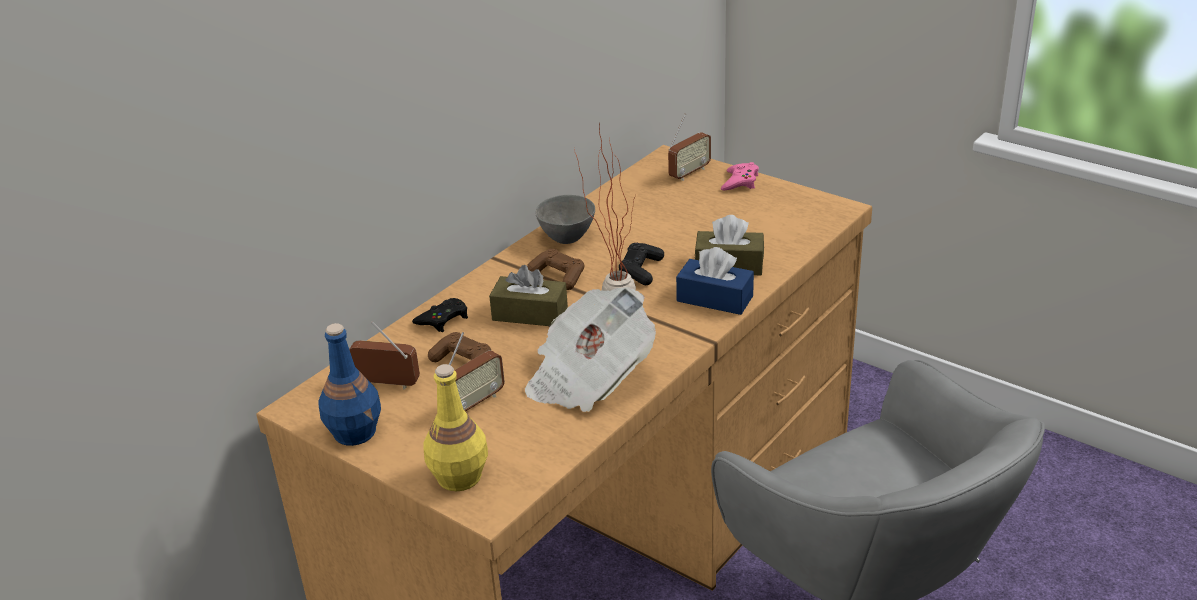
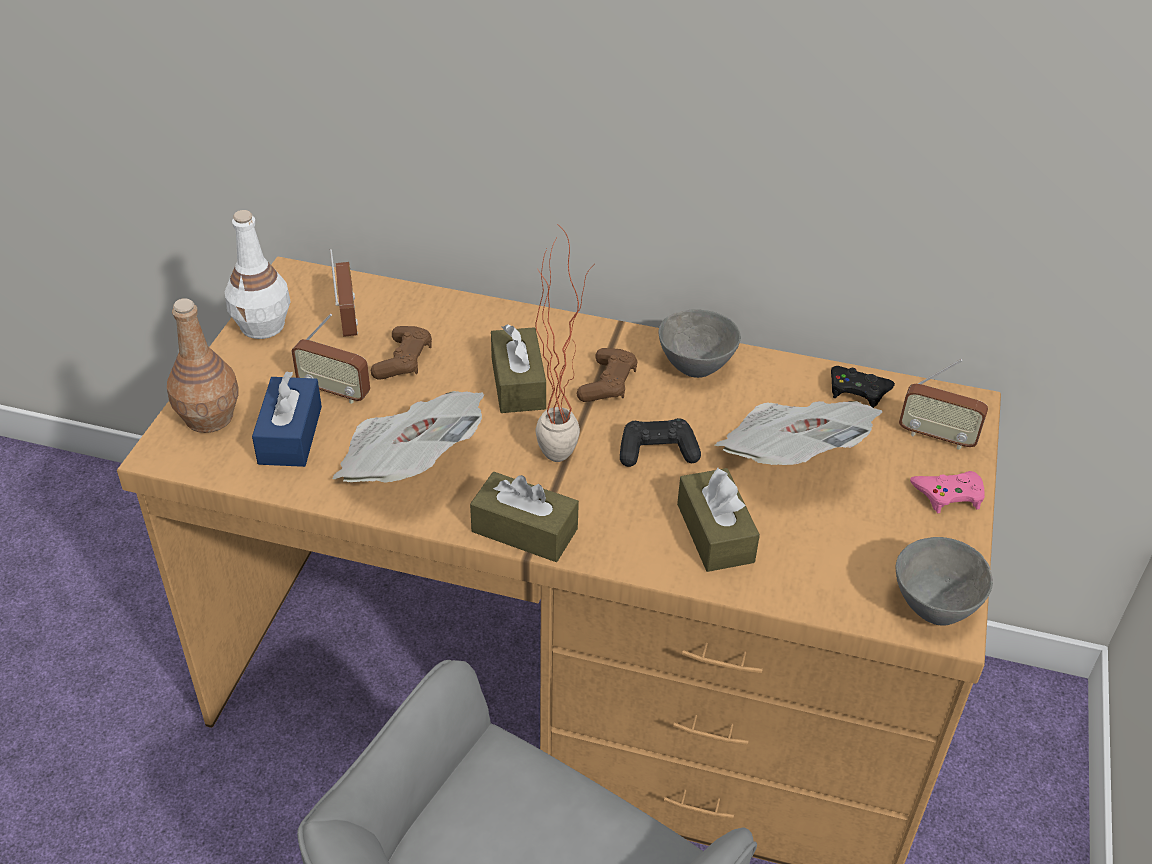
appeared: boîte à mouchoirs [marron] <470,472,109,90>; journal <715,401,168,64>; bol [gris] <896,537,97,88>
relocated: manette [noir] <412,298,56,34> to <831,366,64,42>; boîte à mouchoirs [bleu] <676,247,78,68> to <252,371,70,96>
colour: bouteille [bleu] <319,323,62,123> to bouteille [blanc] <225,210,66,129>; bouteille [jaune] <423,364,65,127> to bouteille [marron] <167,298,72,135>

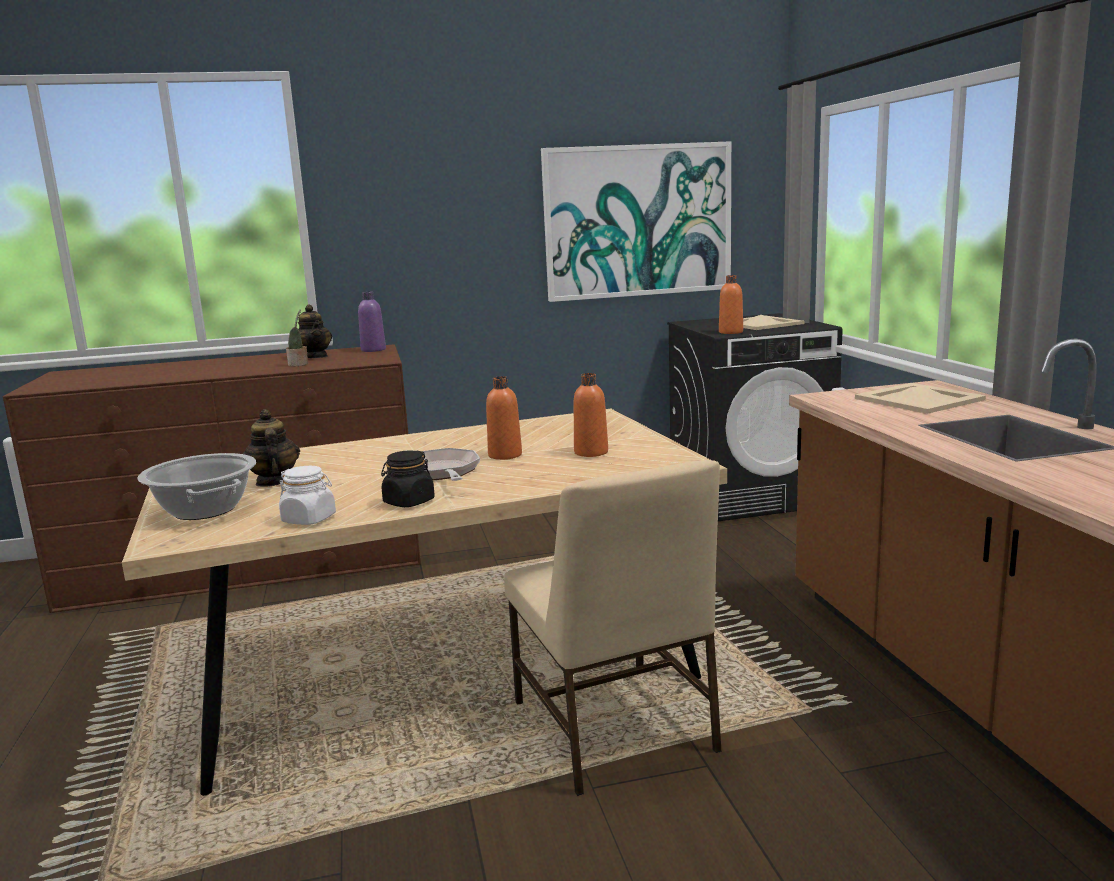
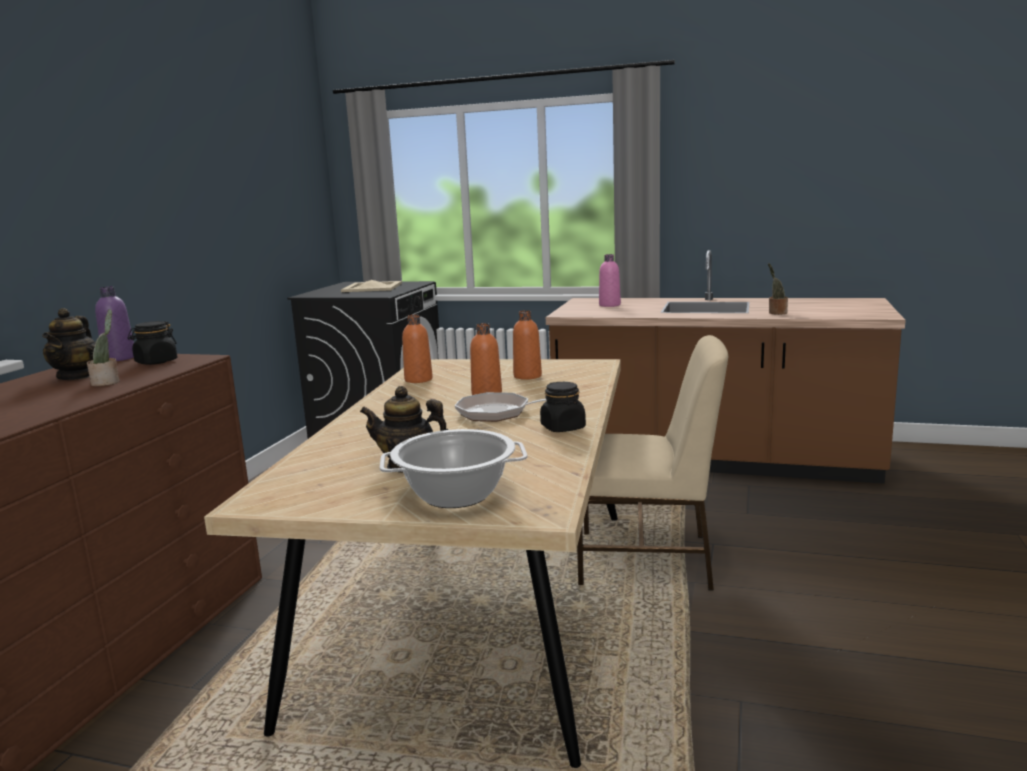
missing: bocal [blanc] <279,466,57,59>; tableau <541,141,190,161>
appeared: bocal [noir] <128,321,49,44>; plante en pot <768,263,20,52>
relocated: bouteille [orange] <719,275,24,59> to <402,315,31,68>
exchanged: plateau [beige] <855,383,131,31> to bouteille [rose] <599,254,22,53>
spun: théière <298,304,34,54> = <42,308,53,72> 90 degrees clockwise

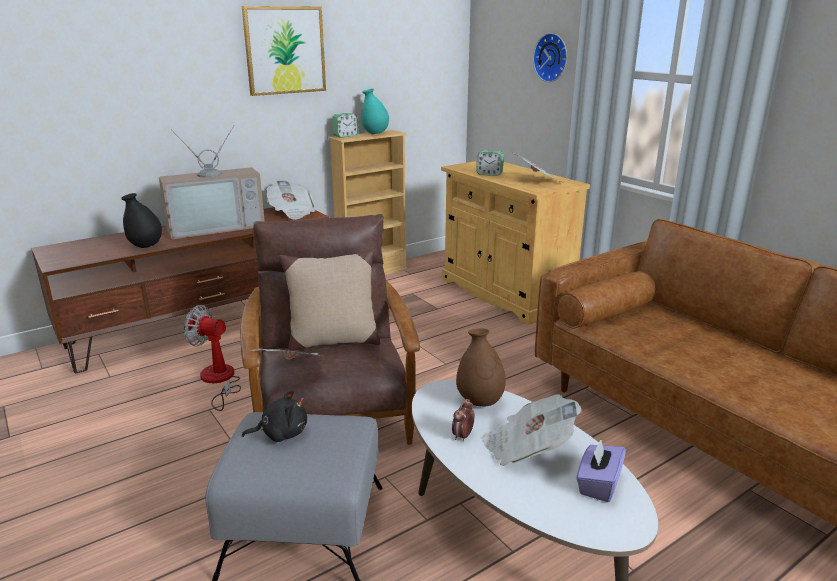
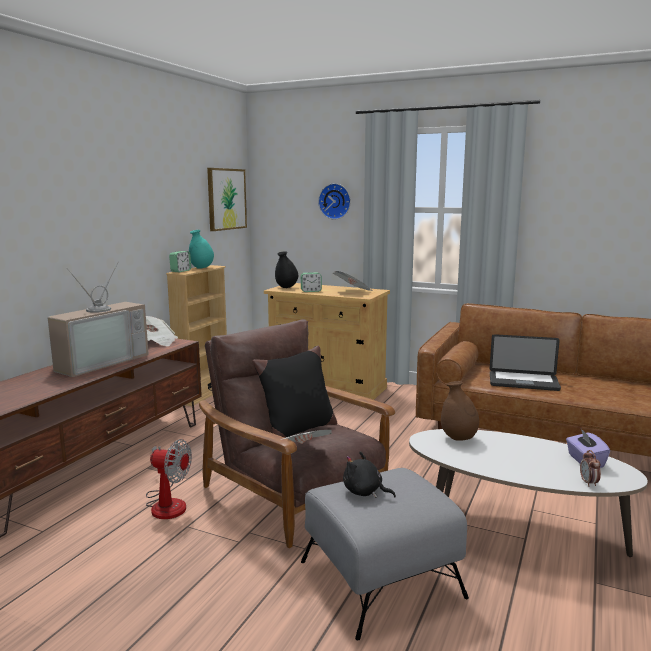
missing: journal <482,395,100,71>
appeared: ordinateur portable <490,334,71,57>
relocated: vase [noir] <121,193,41,55> to <275,251,23,37>; tableau <242,6,84,90> to <207,168,40,63>; réveil <452,399,23,42> to <580,450,21,37>
colour: coussin [beige] <279,249,101,102> to coussin [noir] <252,346,85,92>
spun: ventilateur <184,305,57,106> = <146,439,46,80> 150 degrees counterclockwise; peluche [noir] <242,390,65,52> = <343,451,53,47> 105 degrees counterclockwise

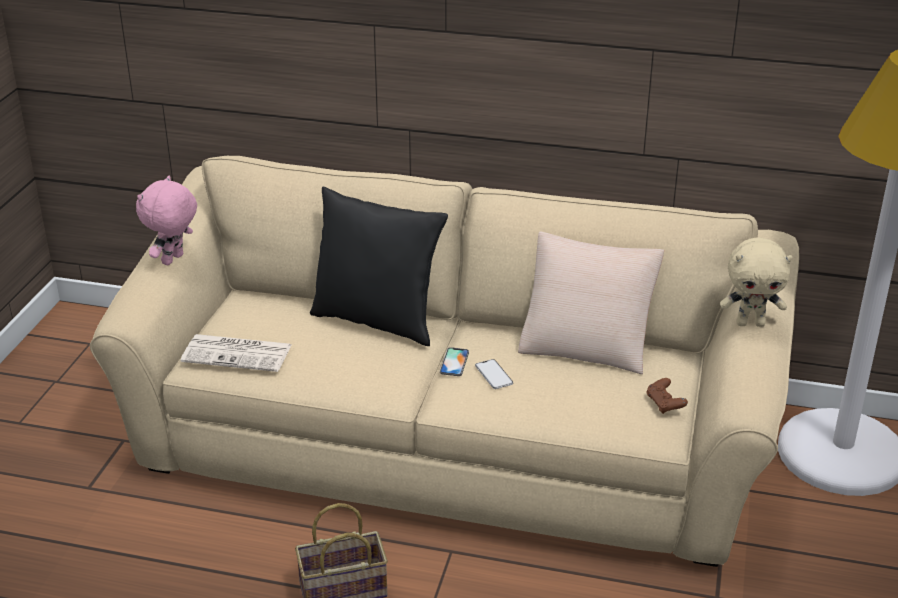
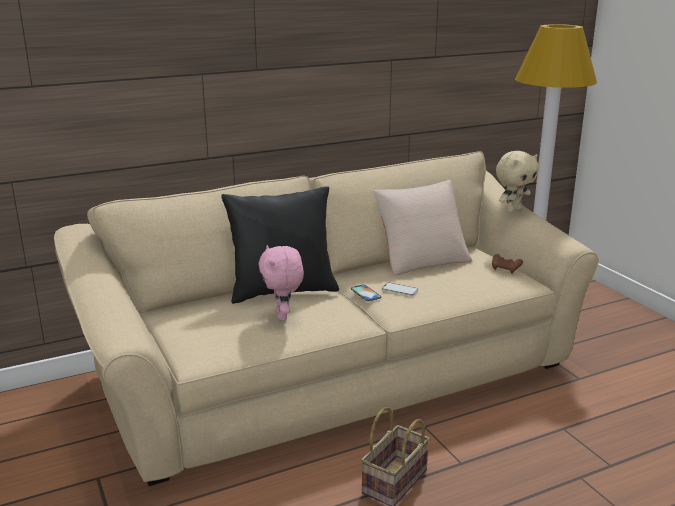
missing: journal <181,334,110,38>
relocated: peluche [rose] <136,176,61,89> to <259,245,45,76>

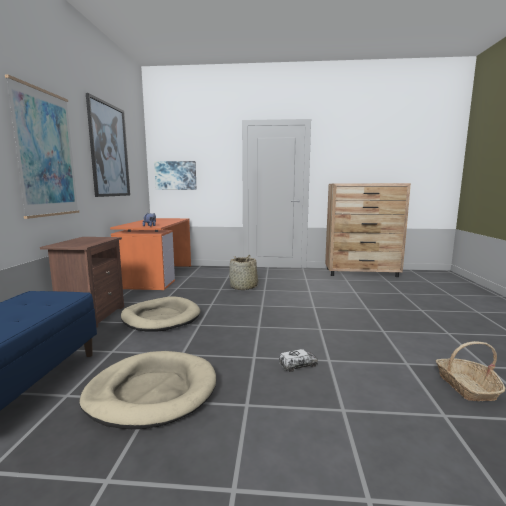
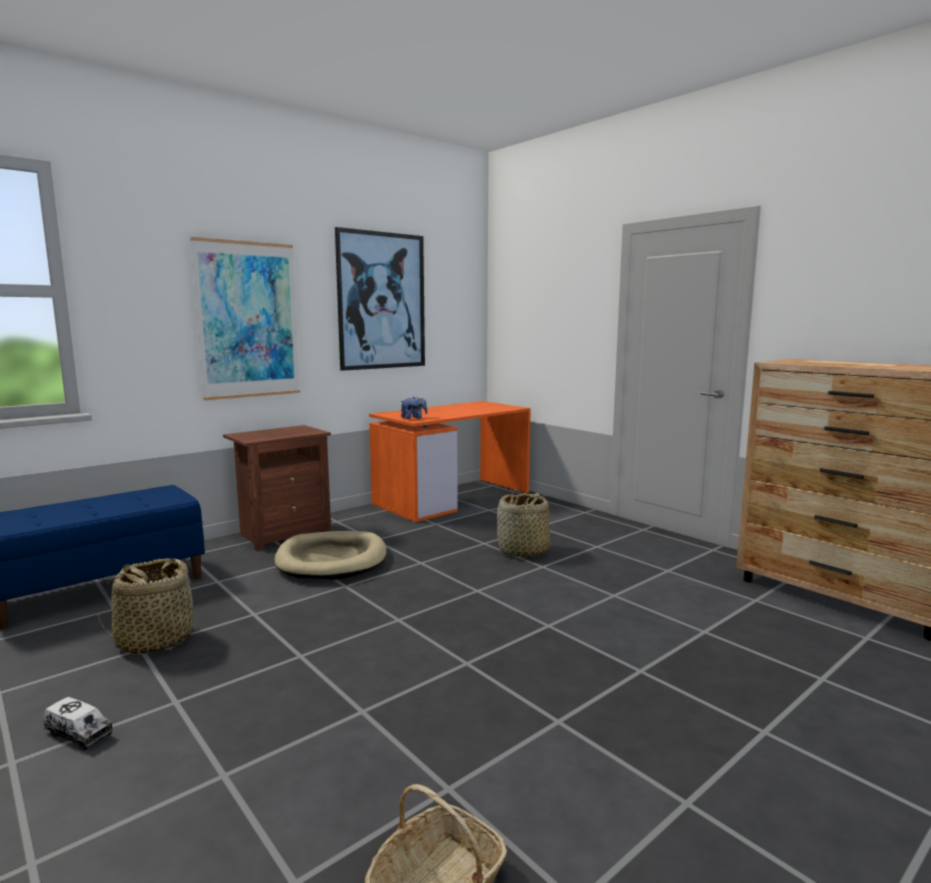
missing: tableau <154,161,42,29>
relocated: camion jouet <279,349,39,23> to <43,697,70,54>
exchanged: panier pour chien [beige] <79,351,137,78> to panier <98,558,103,96>

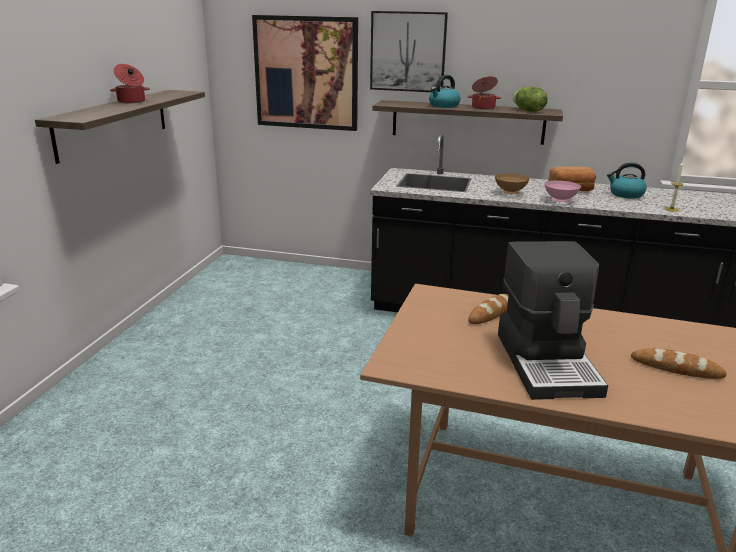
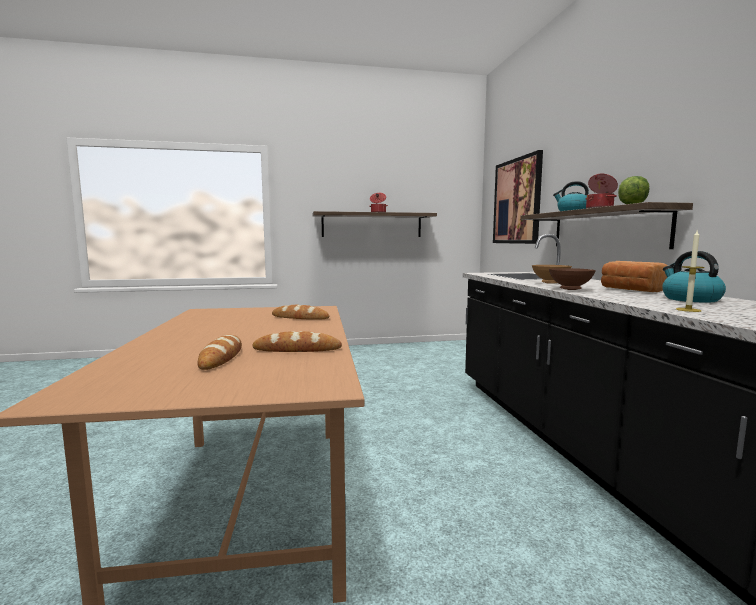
missing: tableau <370,11,78,81>; machine à café <498,241,110,159>
appeared: pain <252,331,90,21>
colour: bol [rose] <544,180,37,22> to bol [marron] <549,268,47,22>

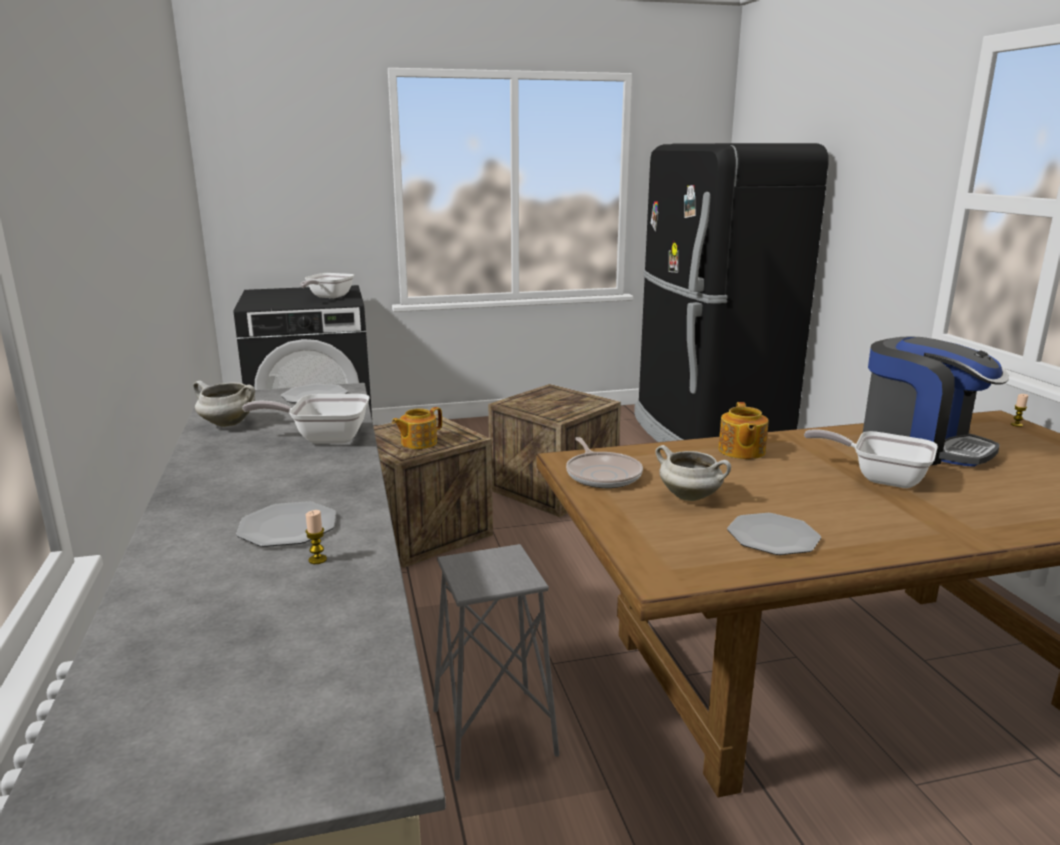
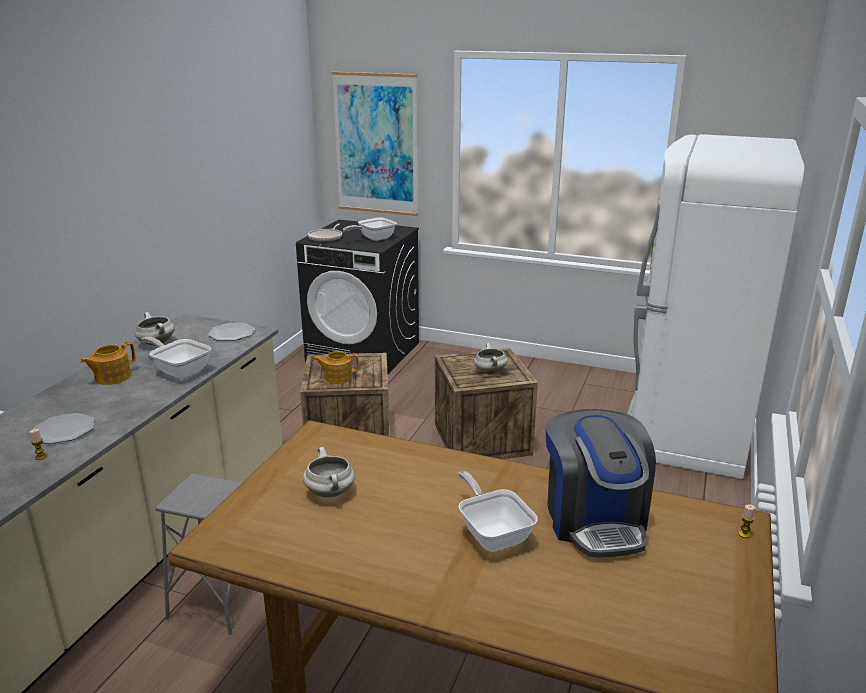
missing: assiette <727,513,94,42>
appeared: tableau <331,72,87,144>; marmite [blanc] <474,343,33,32>
relocated: poêle <566,437,77,51> to <308,223,34,19>; théière <718,402,51,57> to <80,342,56,43>
colour: réfrigérateur [noir] <634,143,195,299> to réfrigérateur [blanc] <627,134,178,345>

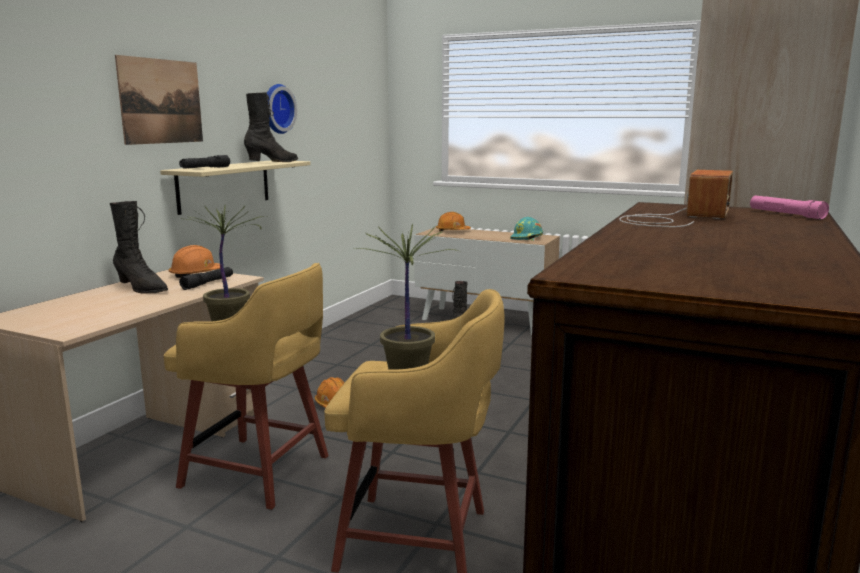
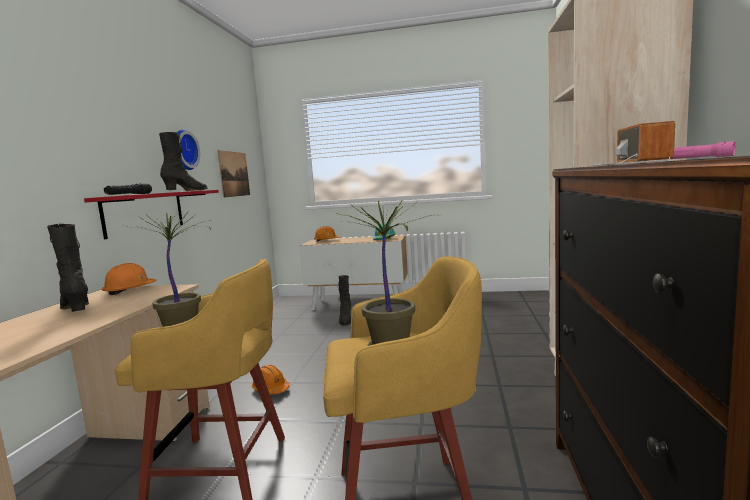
missing: lampe de poche [noir] <179,267,54,23>
relocated: tableau <115,55,88,90> to <217,150,33,48>
colour: étagère [beige] <160,161,151,54> to étagère [rouge] <84,190,135,49>
spun: botte [noir] <110,201,58,93> = <47,224,42,88> 150 degrees counterclockwise

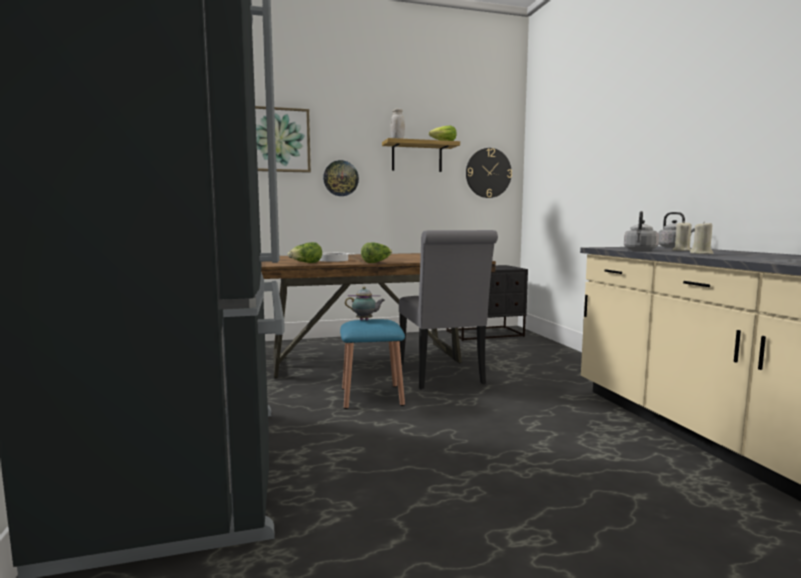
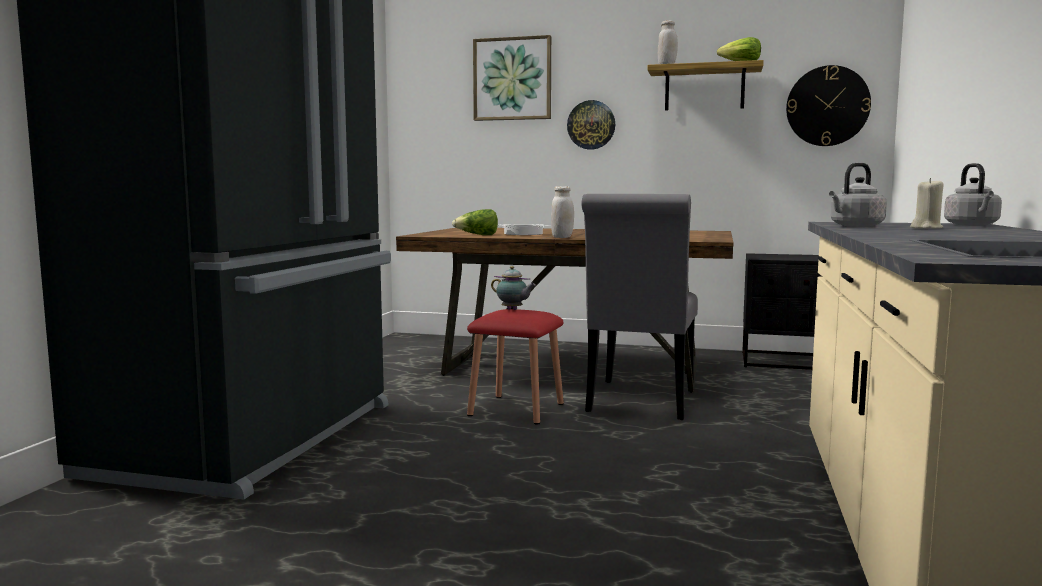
missing: bougie [beige] <690,221,24,33>
exchanged: laitue <361,243,31,20> to bocal [blanc] <551,186,23,52>
colour: tabouret [bleu] <340,319,65,90> to tabouret [rouge] <467,309,97,116>

